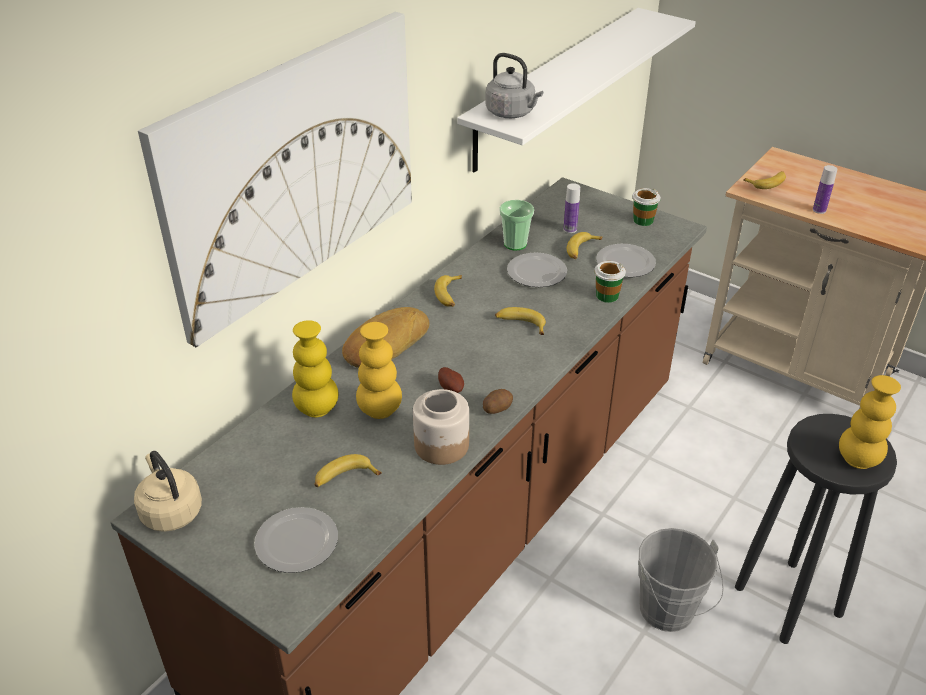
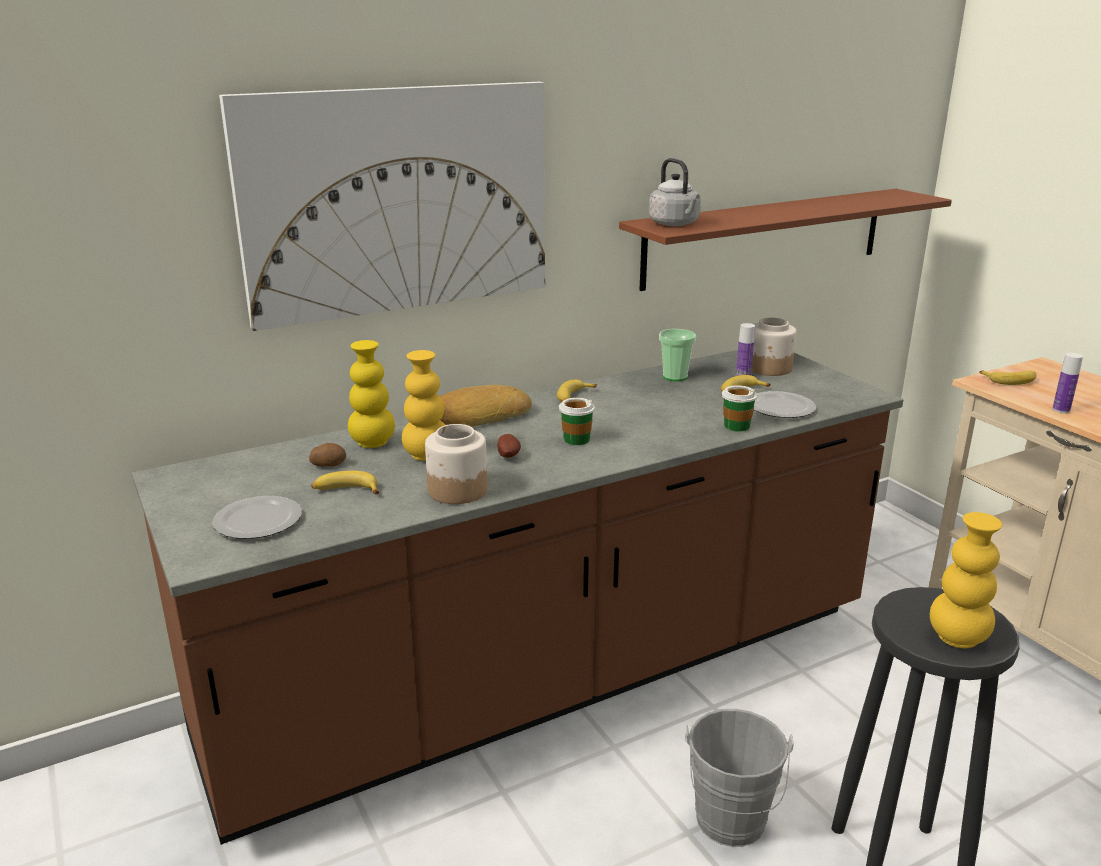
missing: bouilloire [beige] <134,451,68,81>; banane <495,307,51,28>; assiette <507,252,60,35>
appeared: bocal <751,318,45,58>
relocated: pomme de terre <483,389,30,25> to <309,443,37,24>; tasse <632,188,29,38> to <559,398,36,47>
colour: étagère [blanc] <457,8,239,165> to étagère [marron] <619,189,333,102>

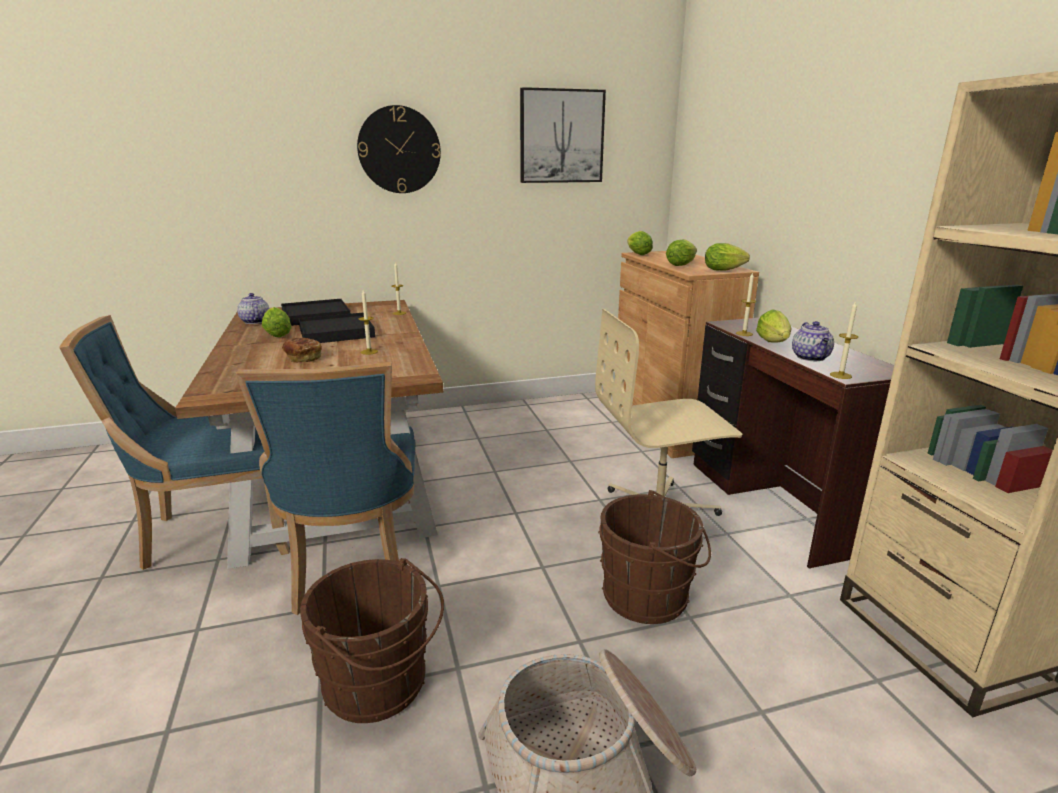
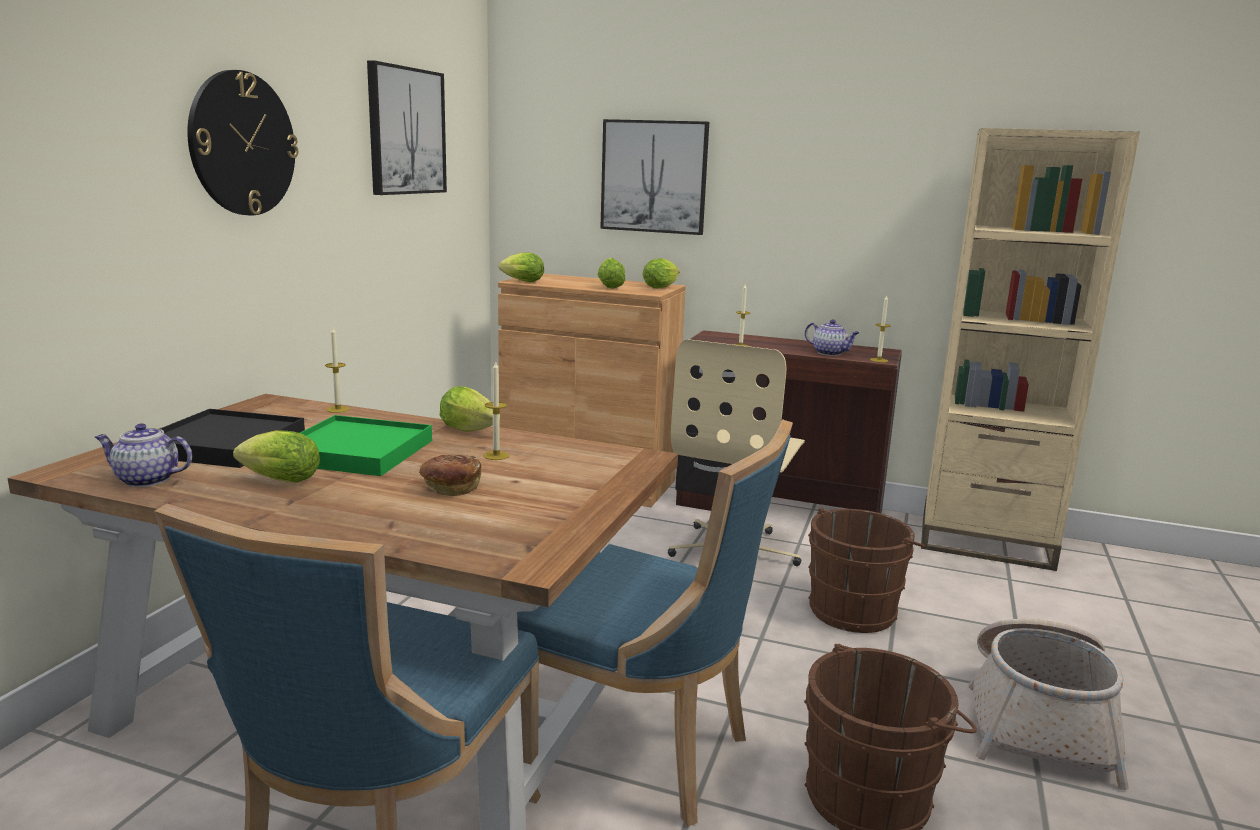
appeared: tableau <600,119,109,116>
relocated: laitue <756,309,36,34> to <440,386,60,46>
colour: plateau [noir] <298,313,77,30> to plateau [vert] <300,415,132,61>

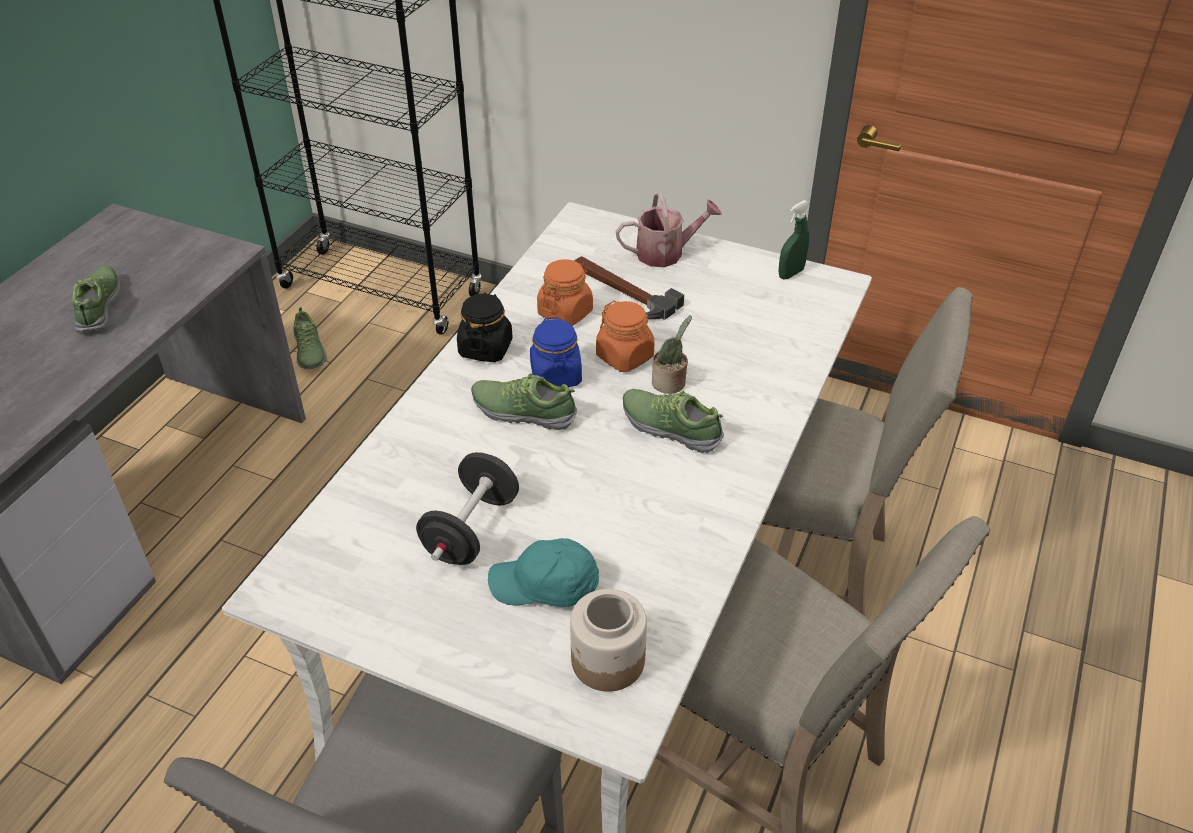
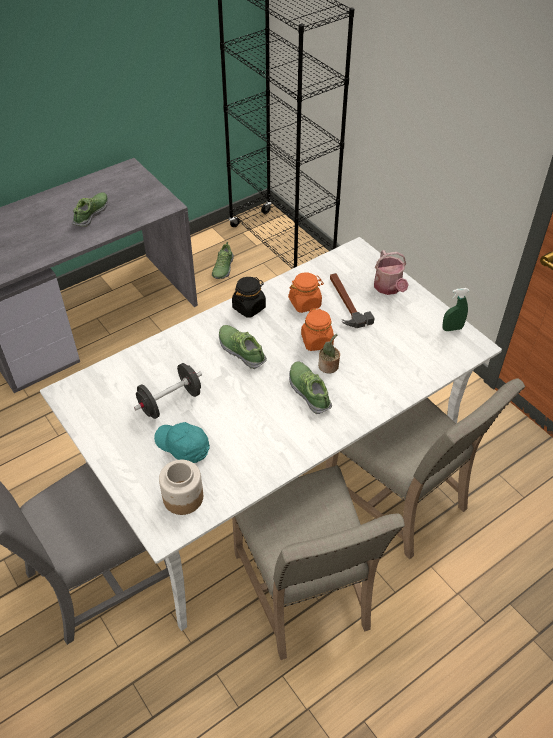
missing: bocal [bleu] <530,317,52,70>
spun: arrosoir <616,193,106,74> = <374,250,35,45> 60 degrees clockwise

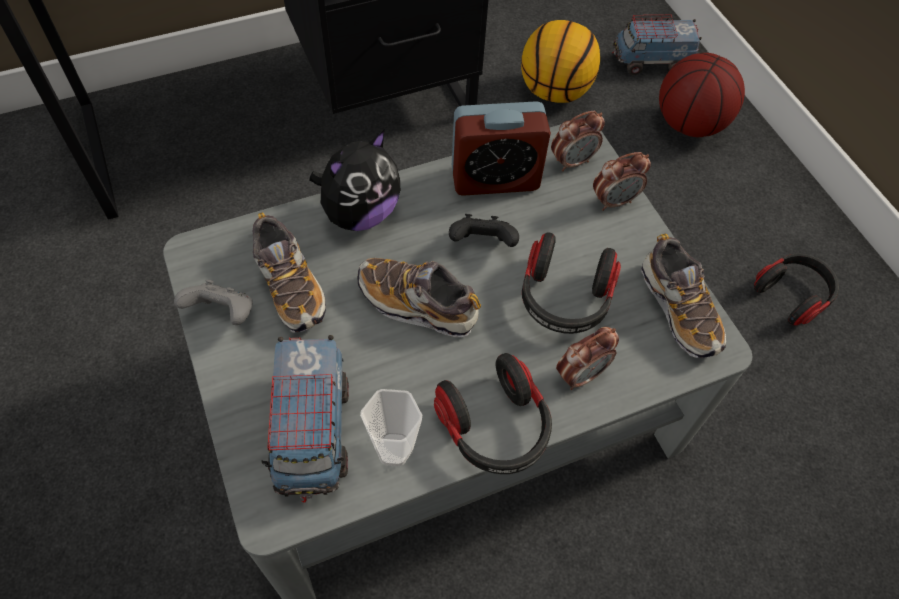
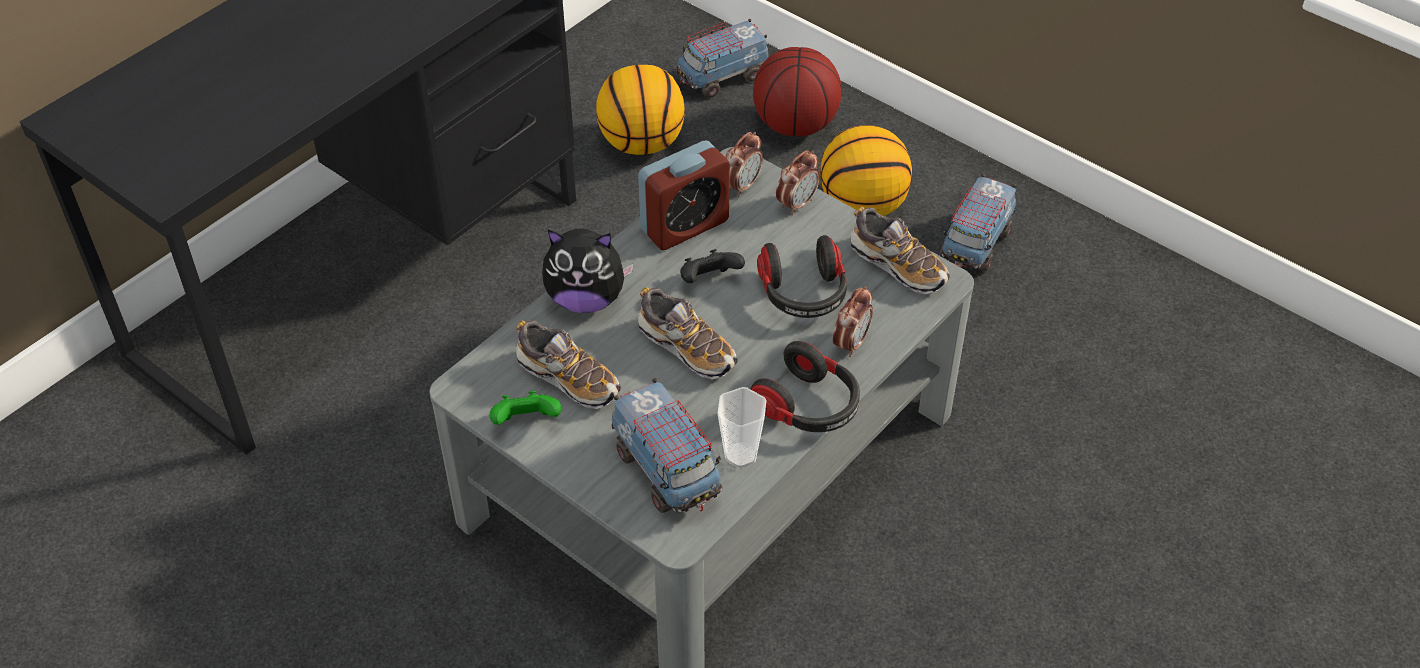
appeared: ballon de basket <820,125,92,91>
exchanged: casque audio <754,254,85,72> to camion jouet <940,174,76,97>
colour: manette [gris] <174,280,79,45> to manette [vert] <490,391,71,34>
spun: peluche <309,130,91,101> = <542,228,92,85> 75 degrees clockwise; chaussure <357,258,124,79> = <638,287,99,93> 135 degrees counterclockwise

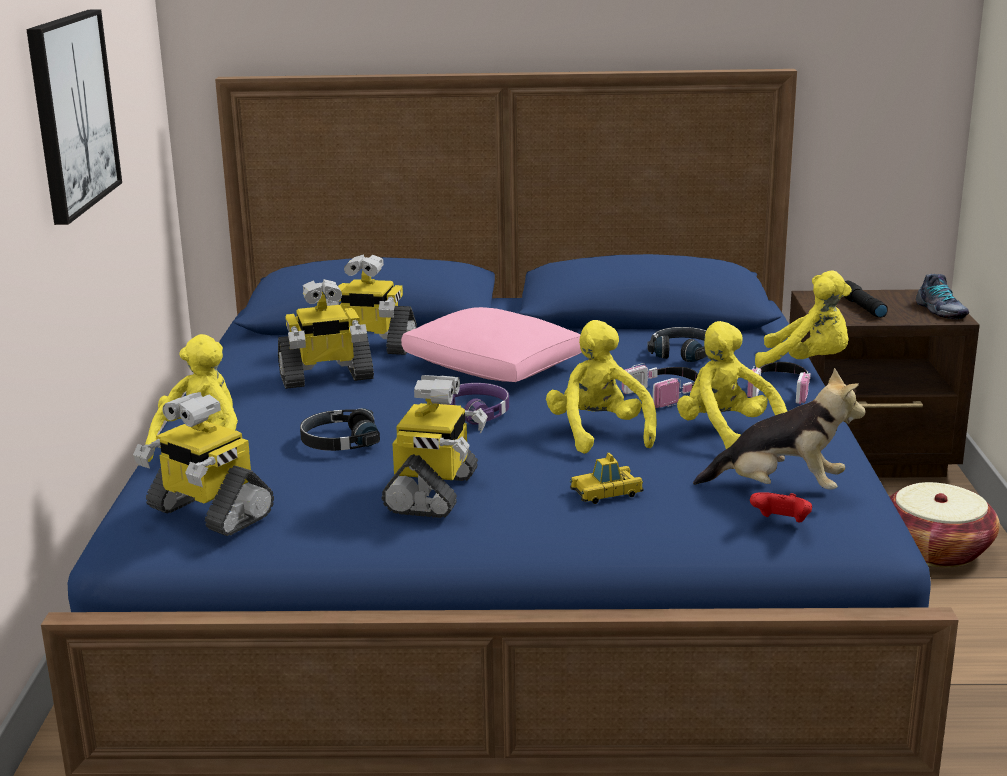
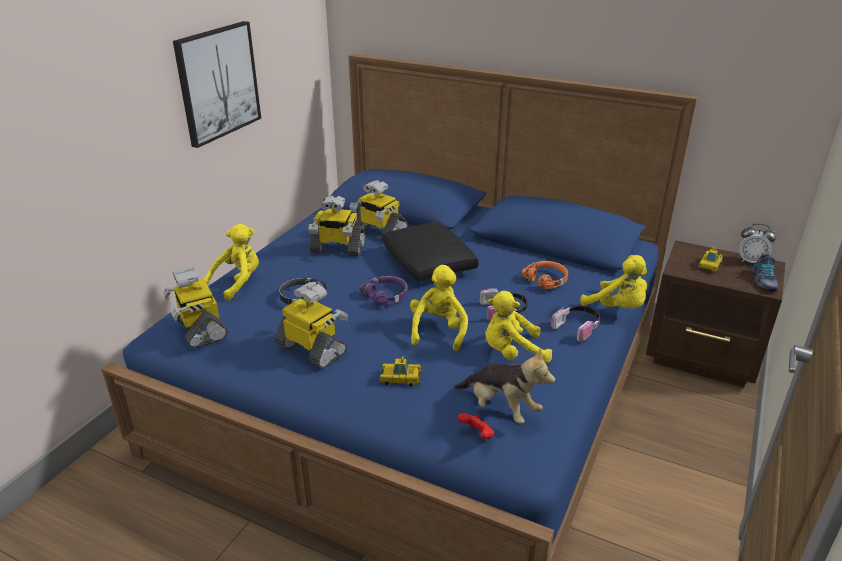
missing: panier <890,482,110,86>
appeared: réveil <739,224,37,39>
exchanged: lampe de poche [noir] <844,281,44,37> to petite voiture <698,247,25,25>
colour: coussin [rose] <401,307,181,75> to coussin [noir] <382,222,96,60>; casque audio [noir] <647,327,60,35> to casque audio [orange] <521,261,47,28>
spun: robot jouet <381,375,107,143> = <275,282,73,86> 90 degrees counterclockwise; peluche [jaune] <677,321,110,128> = <485,291,67,72> 90 degrees counterclockwise

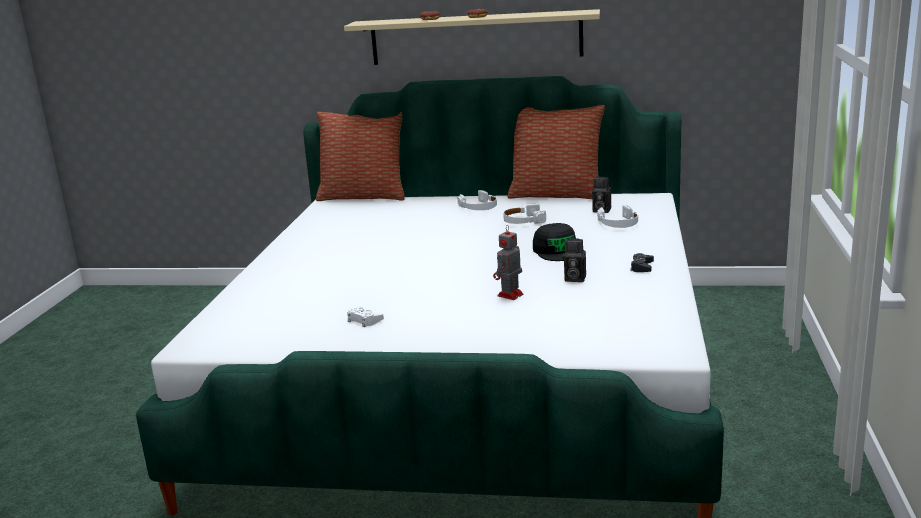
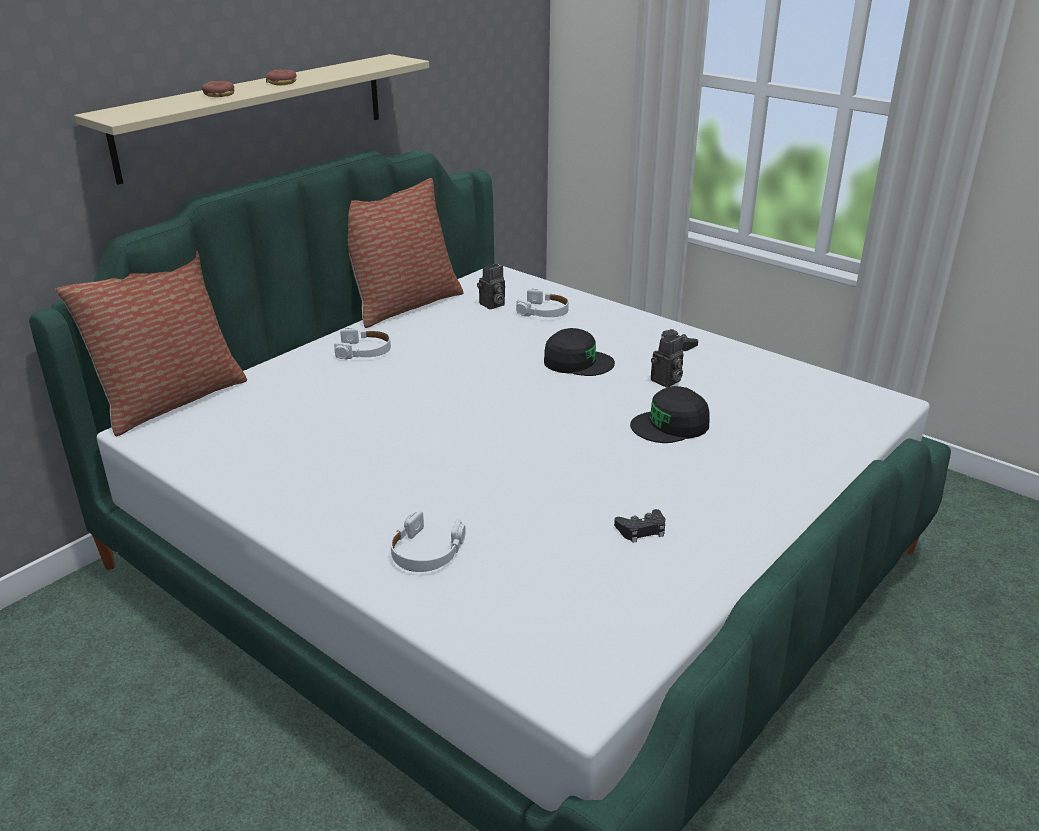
relocated: casque audio [blanc] <503,203,43,21> to <391,510,75,62>
exchanged: robot jouet <493,226,31,74> to casquette [noir] <630,386,80,57>
colour: manette [blanc] <347,306,37,21> to manette [noir] <614,509,51,34>

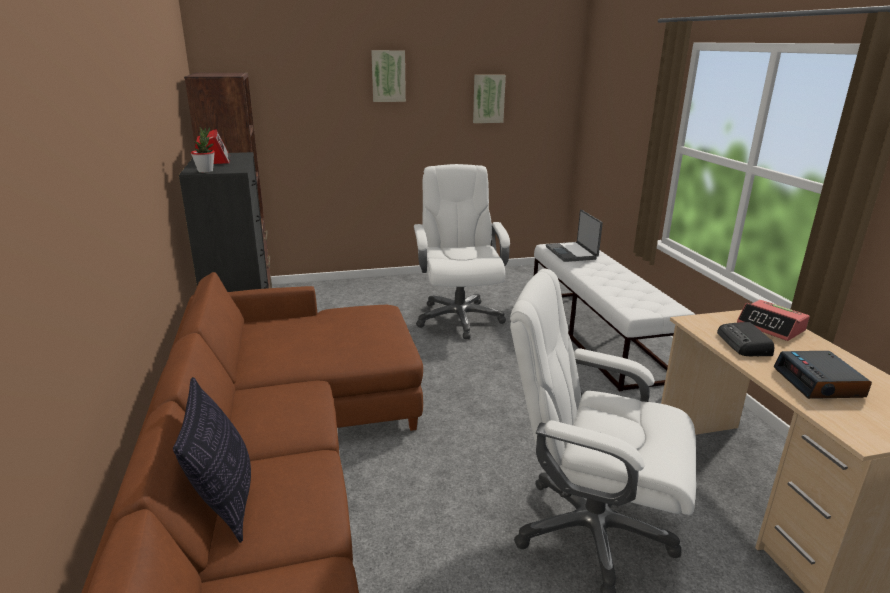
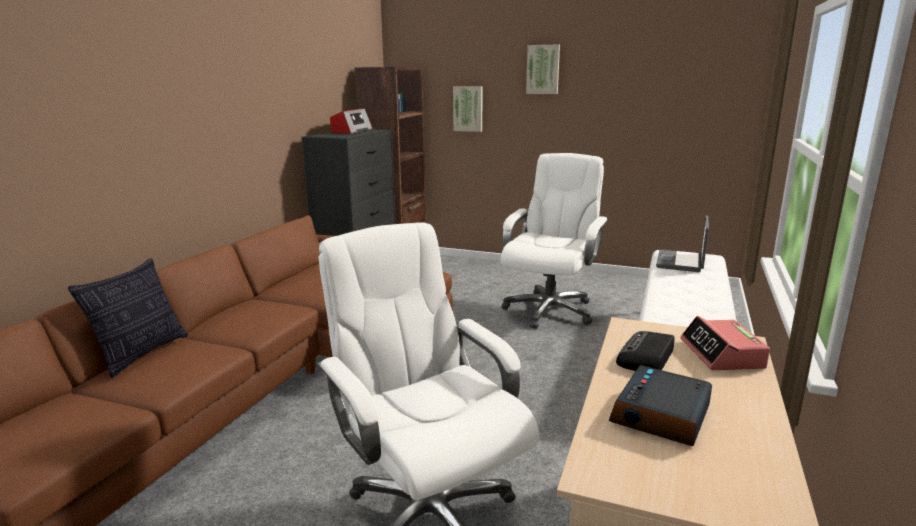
missing: plante en pot <191,127,24,46>
relocated: tableau <473,75,33,48> to <453,86,30,46>

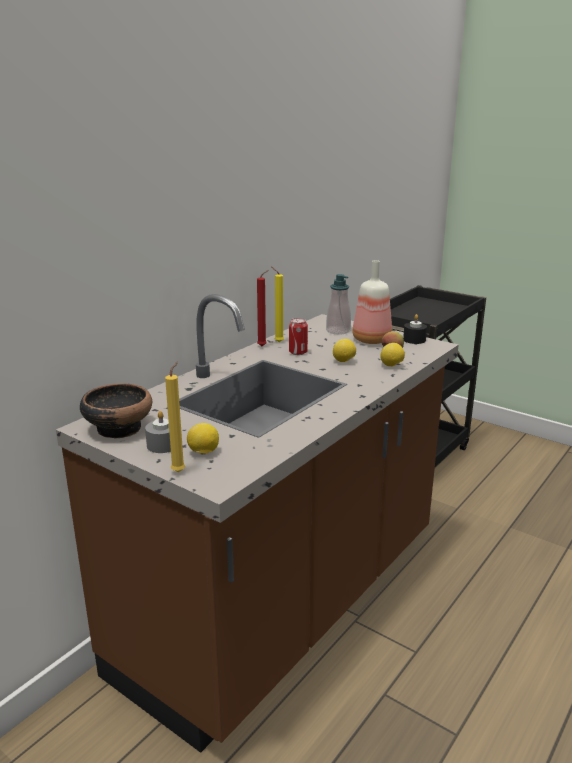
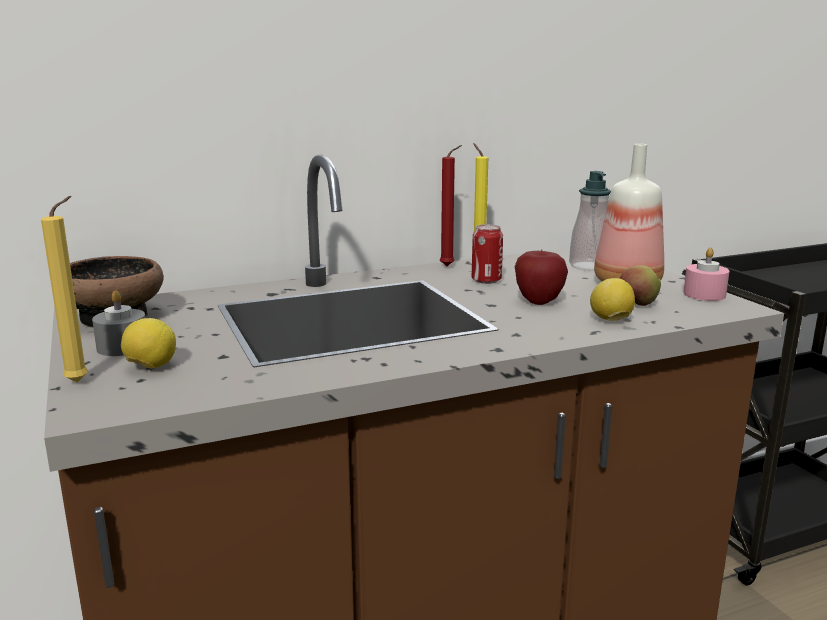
exchanged: citron <333,339,23,23> to pomme <515,249,53,56>
colour: bougie [noir] <403,314,24,30> to bougie [rose] <683,247,47,54>

